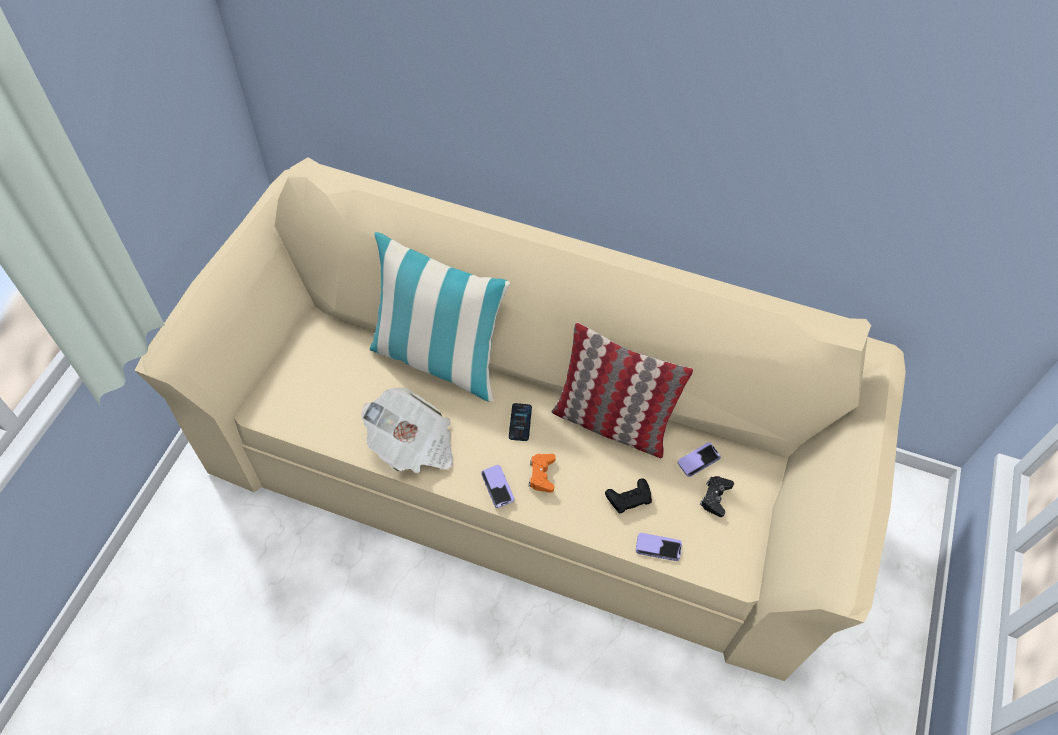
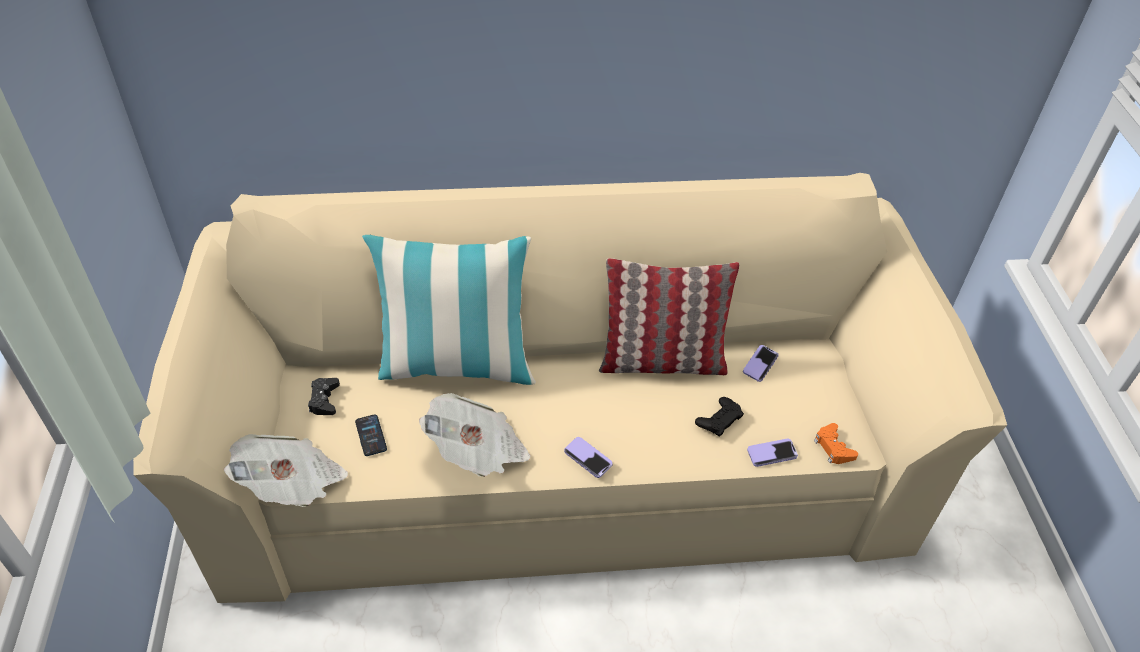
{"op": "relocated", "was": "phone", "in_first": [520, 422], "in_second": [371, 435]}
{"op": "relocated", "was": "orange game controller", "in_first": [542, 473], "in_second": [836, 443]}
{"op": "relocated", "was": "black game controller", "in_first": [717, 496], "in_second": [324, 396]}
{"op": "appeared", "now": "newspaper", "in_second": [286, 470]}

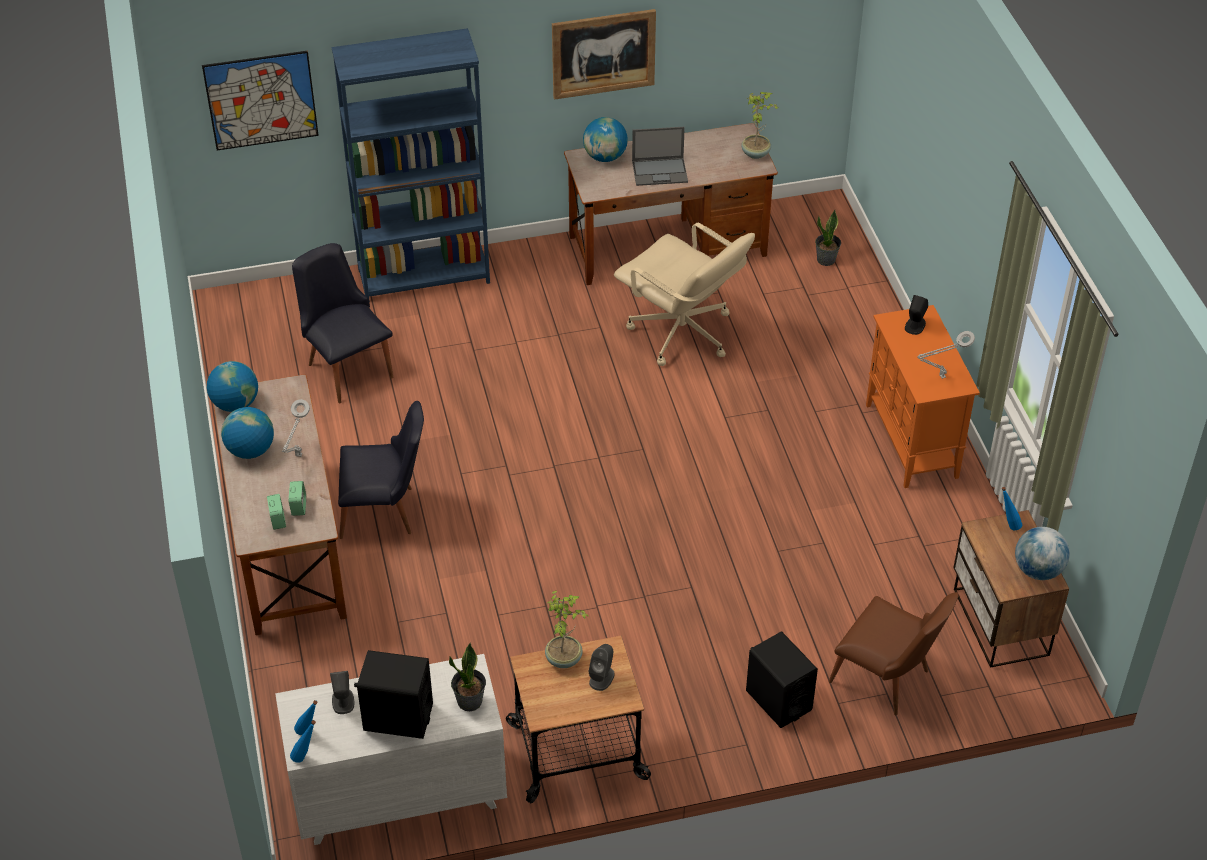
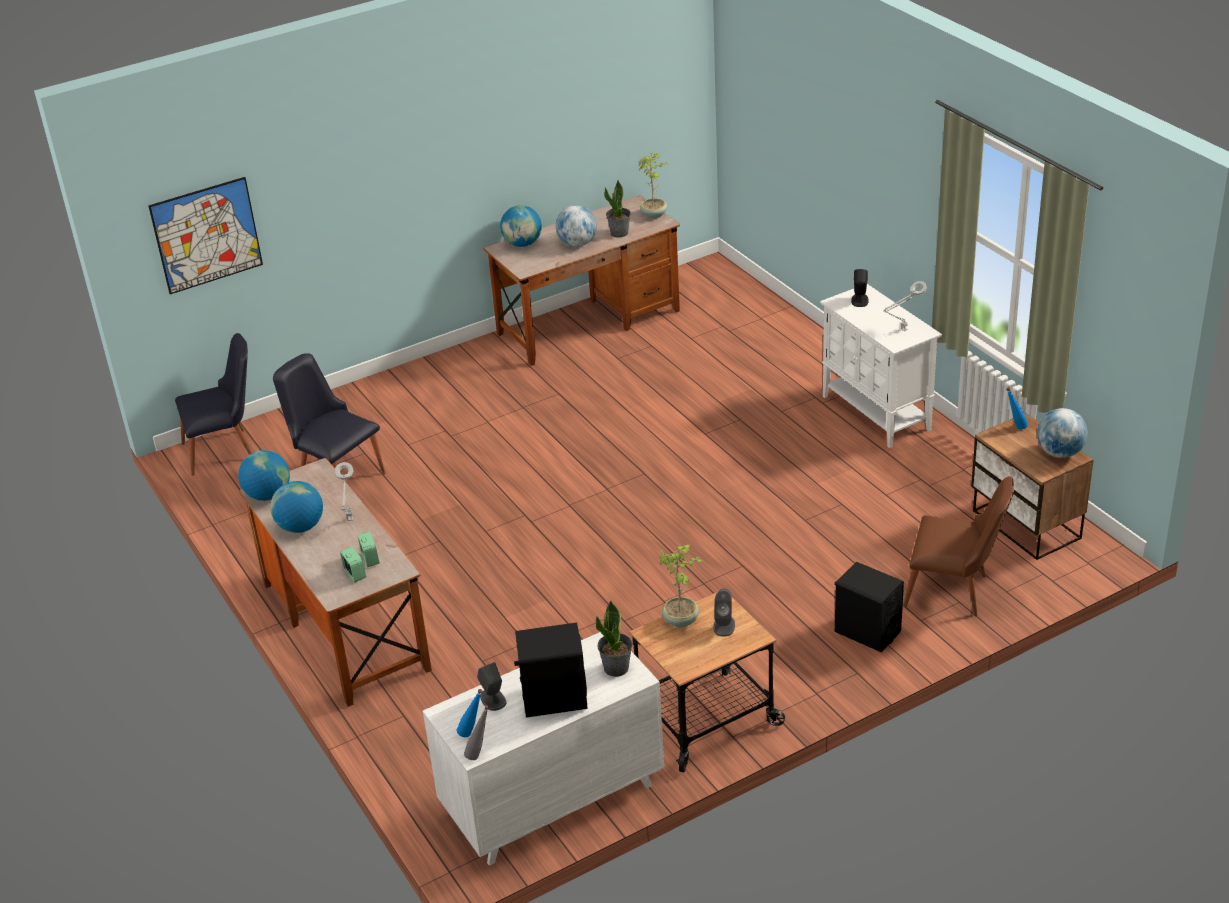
{"op": "missing", "was": "picture", "in_first": [604, 54]}
{"op": "missing", "was": "blue bookcase", "in_first": [411, 165]}
{"op": "exchanged", "was": "laptop", "now": "globe", "in_first": [660, 156], "in_second": [576, 226]}
{"op": "relocated", "was": "potted plant", "in_first": [828, 238], "in_second": [618, 208]}
{"op": "missing", "was": "beige office chair", "in_first": [684, 294]}
{"op": "colour", "was": "orange cabinet", "now": "white cabinet", "in_first": [923, 396], "in_second": [881, 366]}
{"op": "relocated", "was": "black chair", "in_first": [381, 470], "in_second": [213, 404]}
{"op": "colour", "was": "blue bottle", "now": "grey bottle", "in_first": [303, 741], "in_second": [476, 732]}

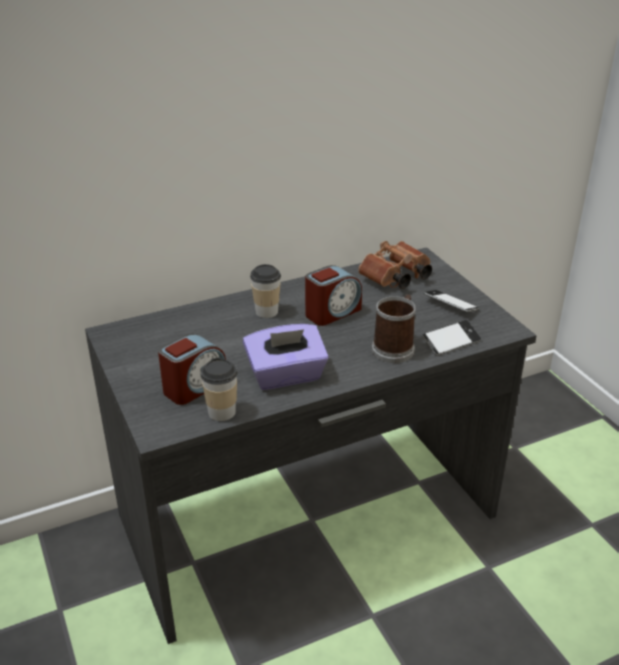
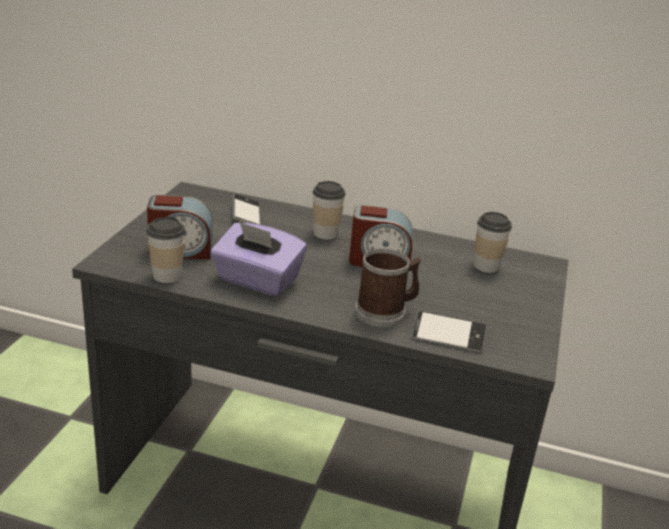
{"op": "exchanged", "was": "brown binoculars", "now": "cup", "in_first": [395, 265], "in_second": [493, 242]}
{"op": "relocated", "was": "phone", "in_first": [451, 301], "in_second": [247, 209]}

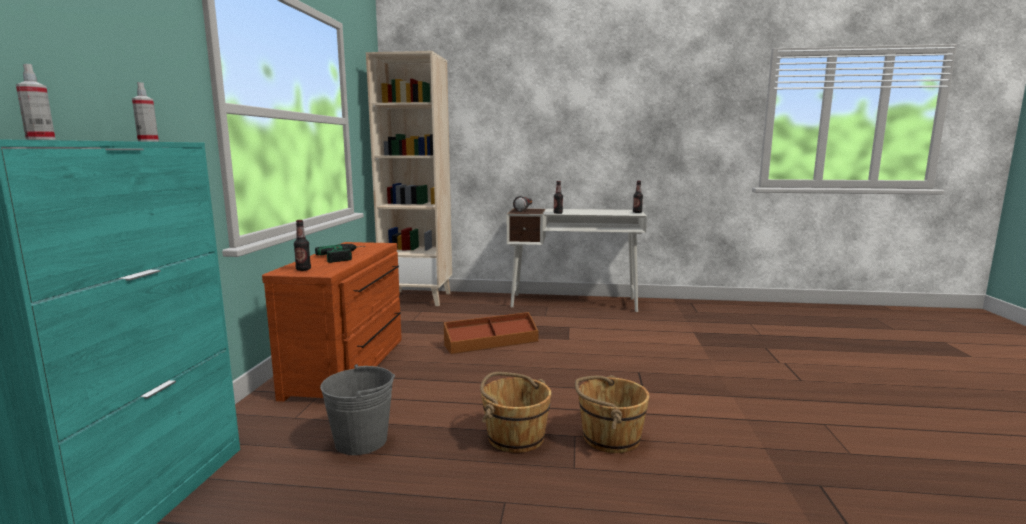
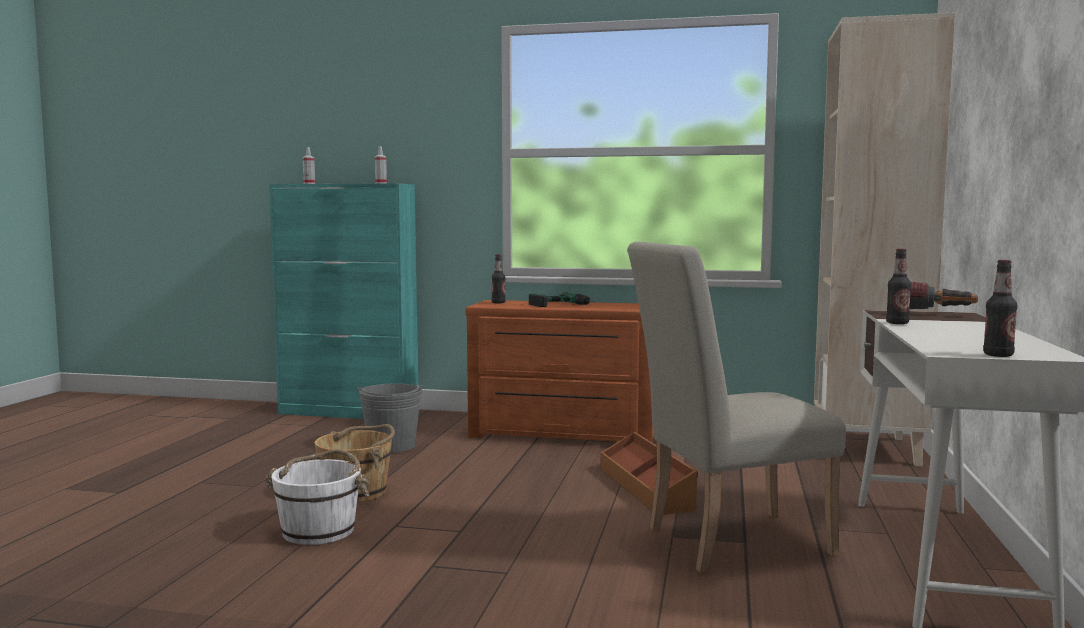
{"op": "colour", "was": "brown bucket", "now": "white bucket", "in_first": [612, 414], "in_second": [317, 497]}
{"op": "appeared", "now": "beige chair", "in_second": [736, 407]}

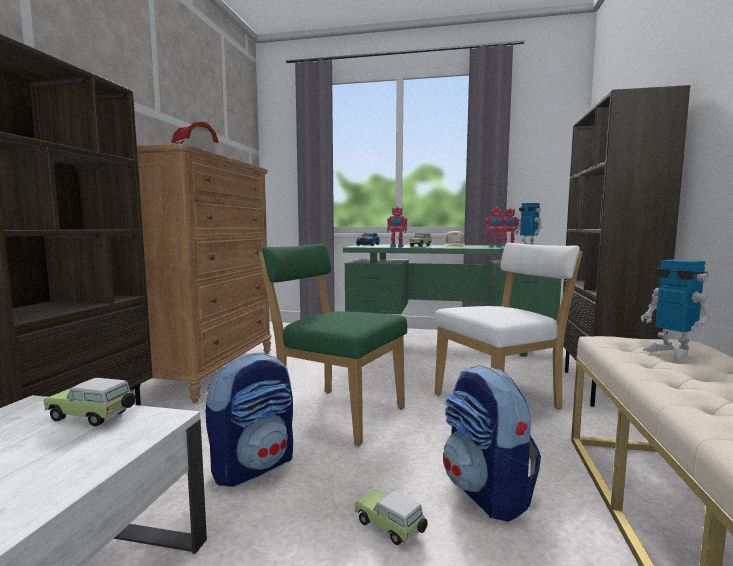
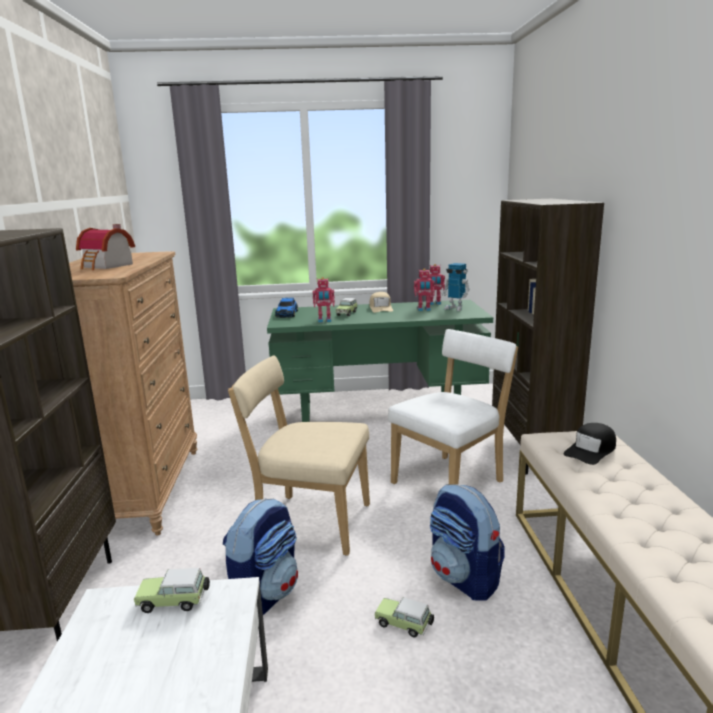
{"op": "colour", "was": "green chair", "now": "beige chair", "in_first": [333, 345], "in_second": [299, 455]}
{"op": "exchanged", "was": "toy robot", "now": "black cap", "in_first": [676, 309], "in_second": [589, 444]}

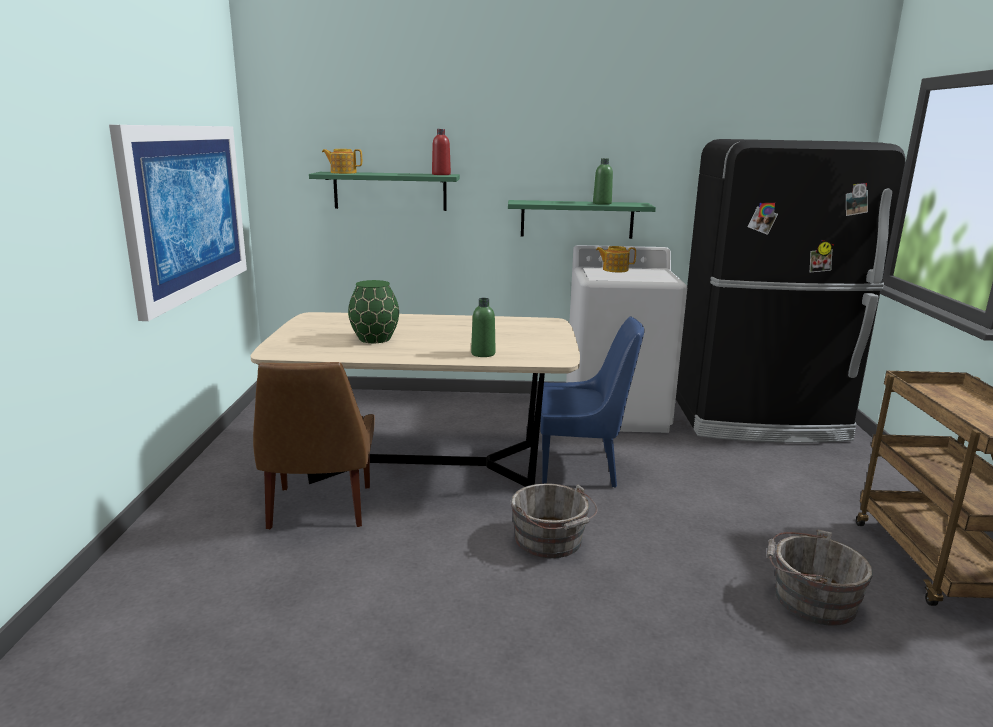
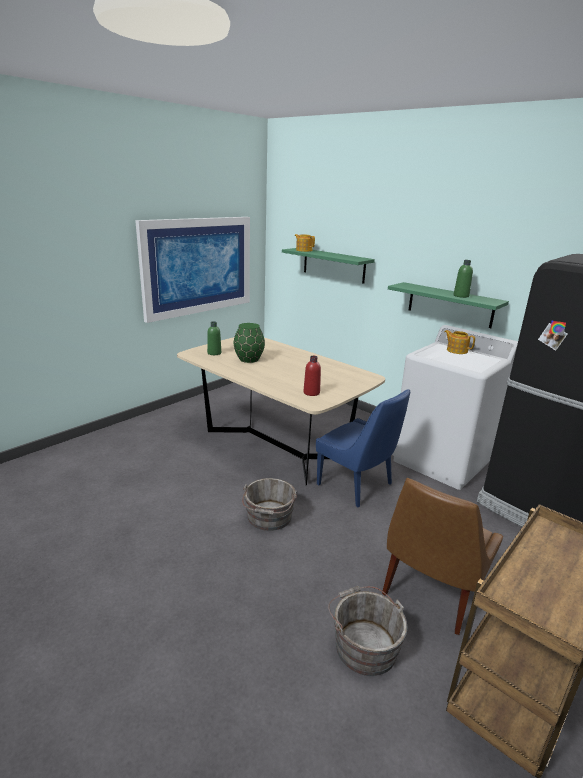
{"op": "relocated", "was": "red bottle", "in_first": [441, 152], "in_second": [312, 376]}
{"op": "relocated", "was": "green bottle", "in_first": [483, 327], "in_second": [214, 338]}
{"op": "relocated", "was": "brown chair", "in_first": [314, 445], "in_second": [442, 556]}

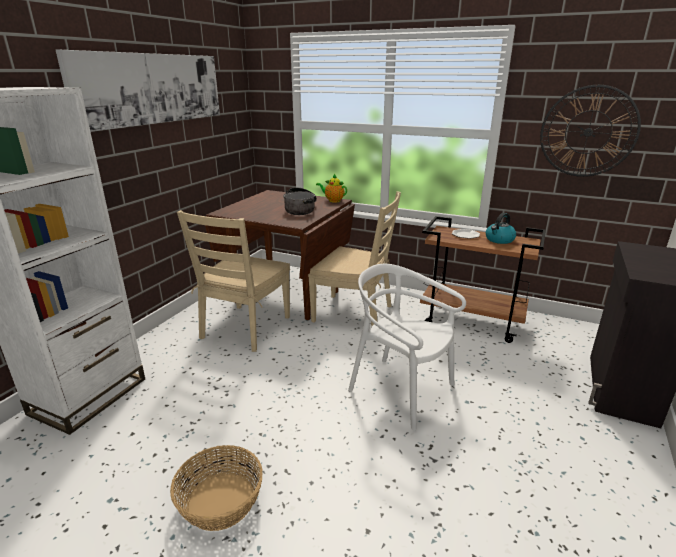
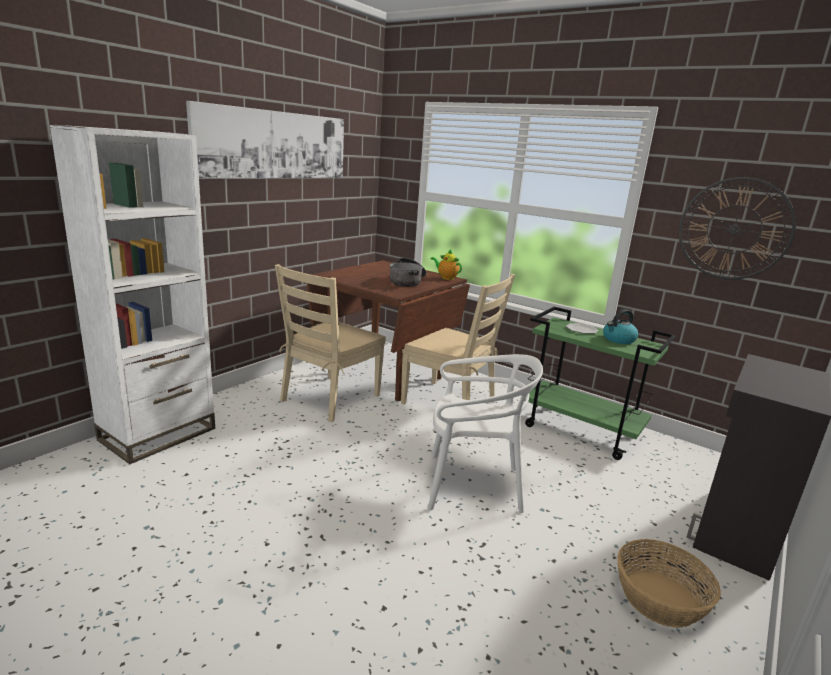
{"op": "colour", "was": "brown cart", "now": "green cart", "in_first": [483, 279], "in_second": [600, 383]}
{"op": "spun", "was": "white chair", "in_first": [407, 347], "in_second": [485, 433], "clockwise": 135}
{"op": "relocated", "was": "basket", "in_first": [216, 488], "in_second": [669, 583]}

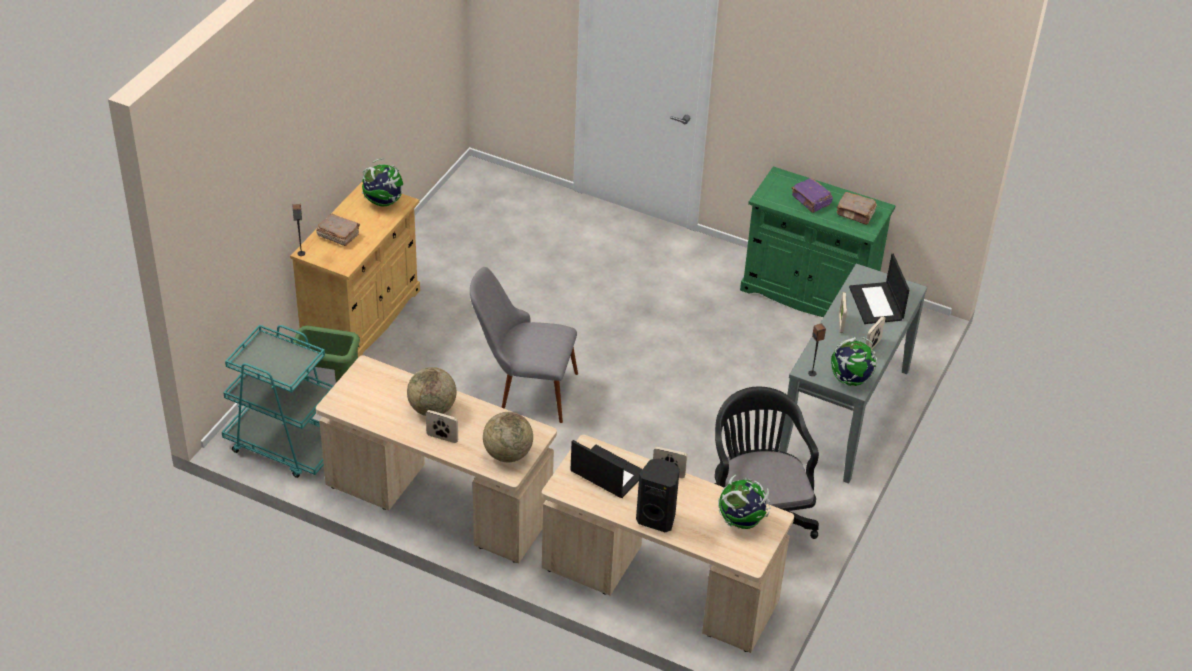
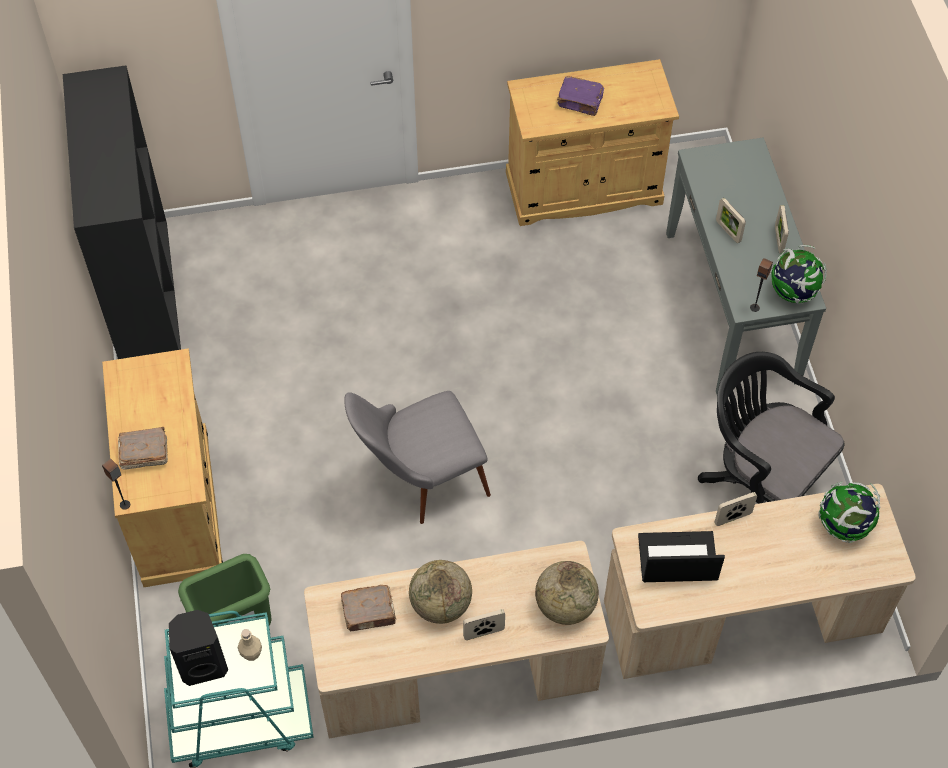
{"op": "missing", "was": "globe", "in_first": [382, 182]}
{"op": "colour", "was": "green cabinet", "now": "beige cabinet", "in_first": [818, 242], "in_second": [592, 142]}
{"op": "relocated", "was": "brown book", "in_first": [857, 208], "in_second": [368, 608]}
{"op": "missing", "was": "laptop", "in_first": [879, 289]}
{"op": "relocated", "was": "black speaker", "in_first": [658, 495], "in_second": [198, 648]}
{"op": "appeared", "now": "black bookcase", "in_second": [122, 212]}
{"op": "appeared", "now": "beige bottle", "in_second": [250, 645]}

